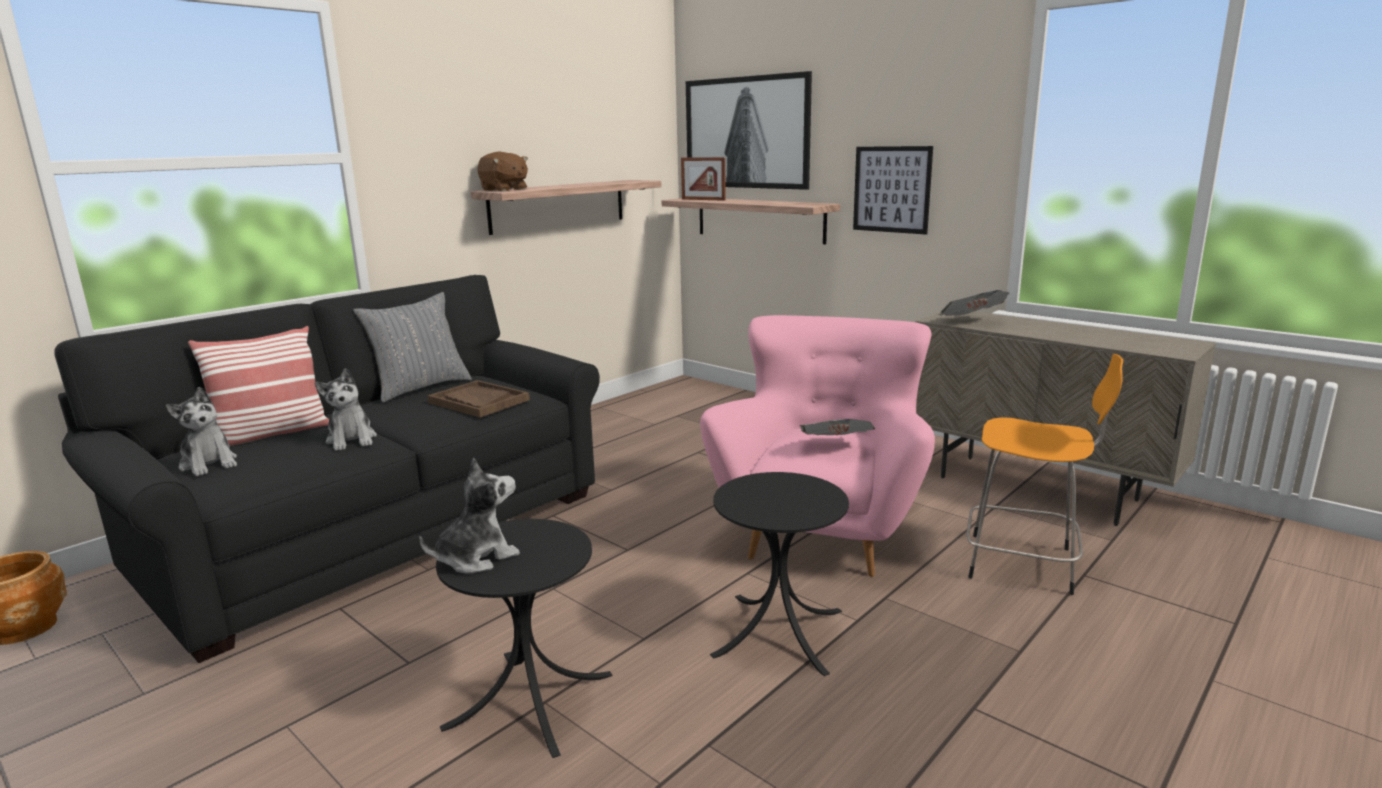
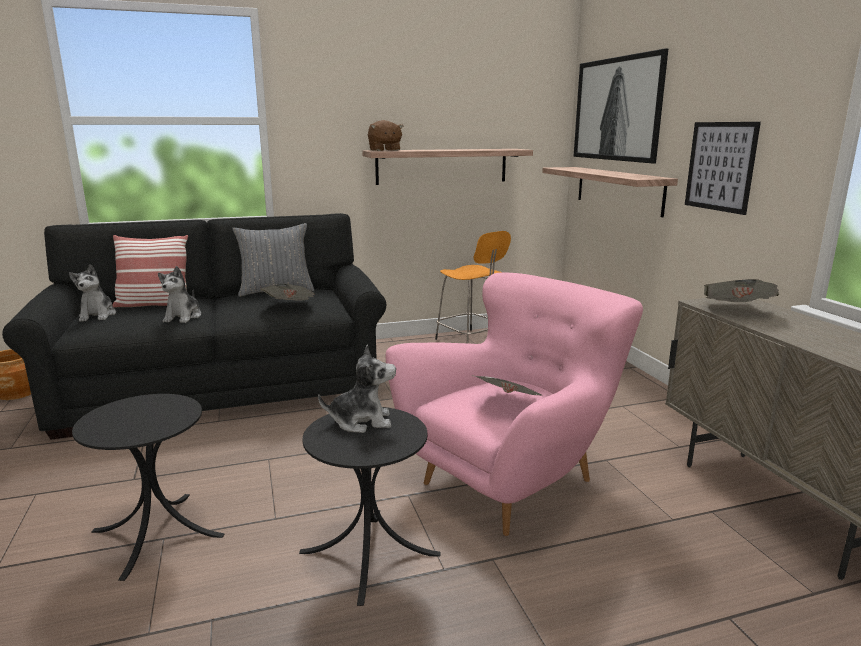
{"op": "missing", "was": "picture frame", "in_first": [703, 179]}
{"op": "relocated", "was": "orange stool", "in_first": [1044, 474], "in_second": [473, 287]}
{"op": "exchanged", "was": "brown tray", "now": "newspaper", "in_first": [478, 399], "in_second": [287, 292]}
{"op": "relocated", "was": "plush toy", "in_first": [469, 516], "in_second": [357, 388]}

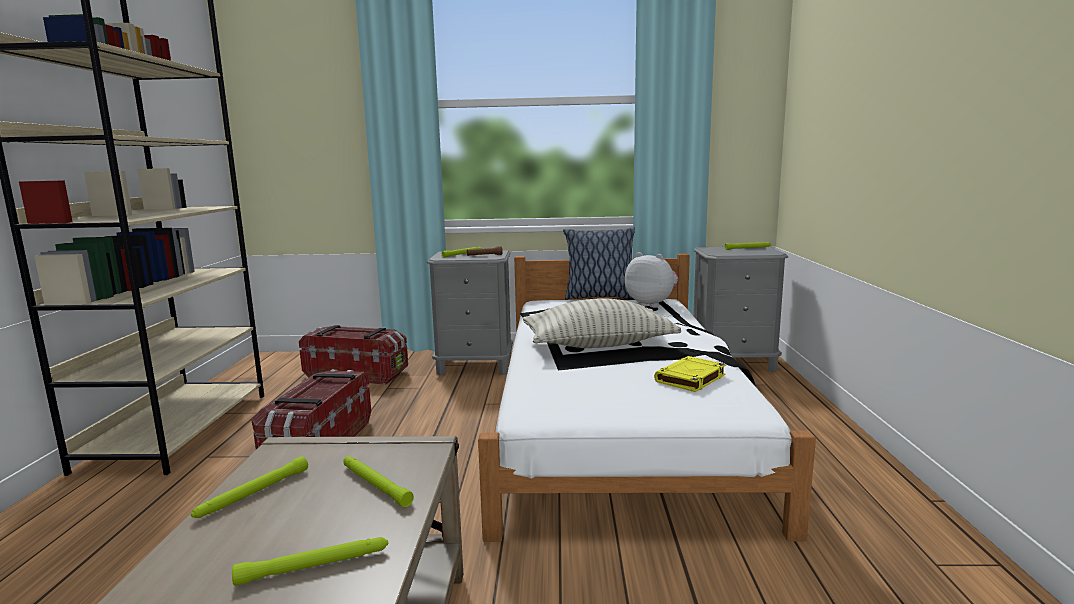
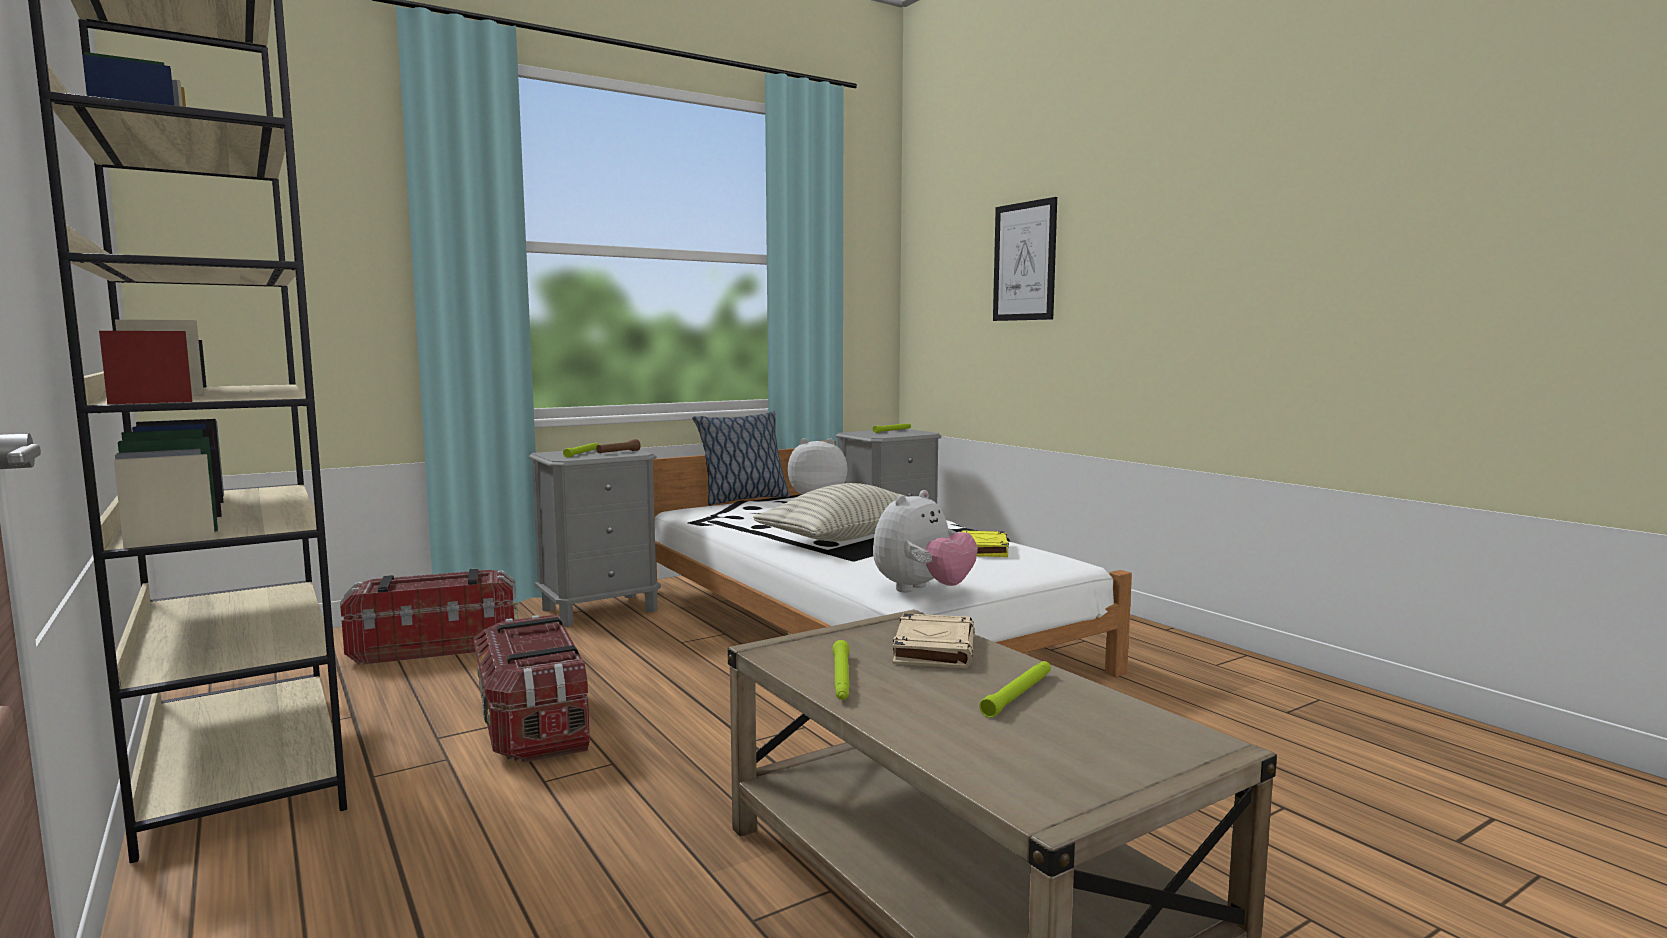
{"op": "exchanged", "was": "green flashlight", "now": "beige book", "in_first": [378, 481], "in_second": [934, 640]}
{"op": "appeared", "now": "picture", "in_second": [1025, 259]}
{"op": "appeared", "now": "plush toy", "in_second": [925, 541]}

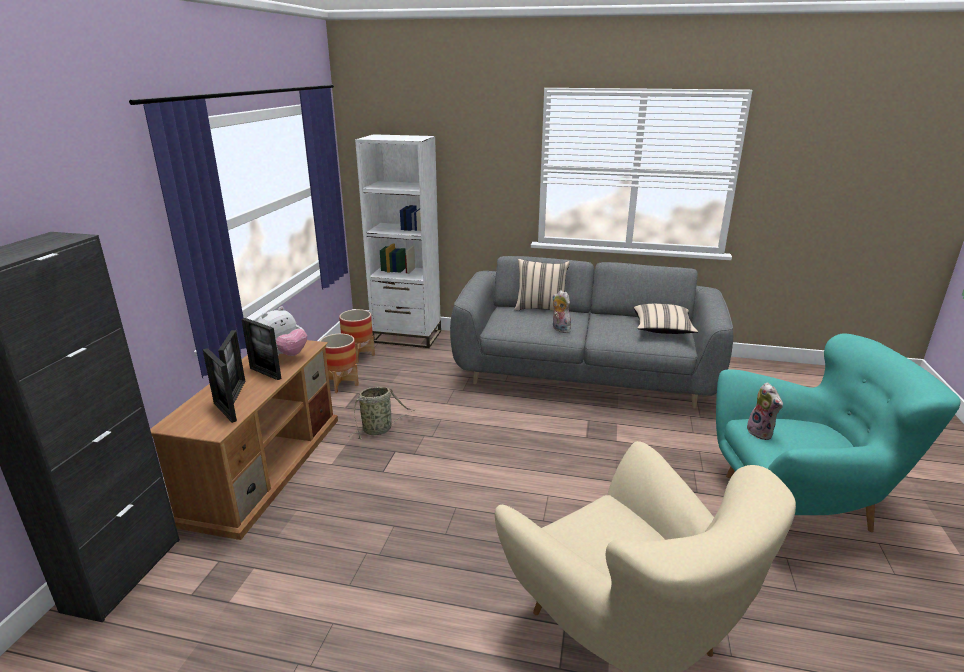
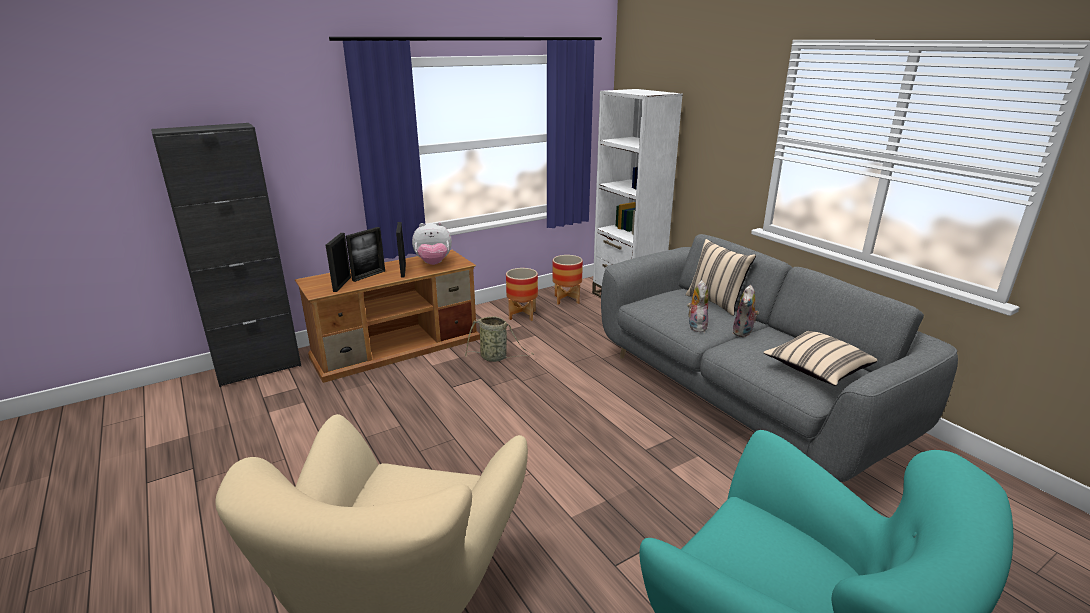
{"op": "relocated", "was": "plush toy", "in_first": [764, 411], "in_second": [745, 311]}

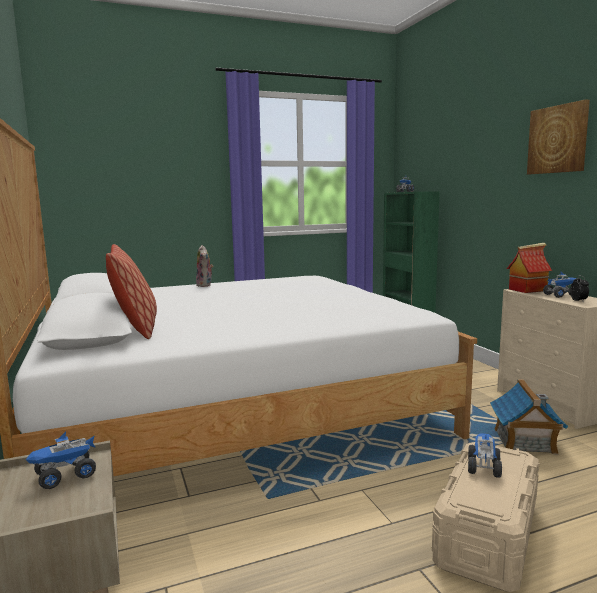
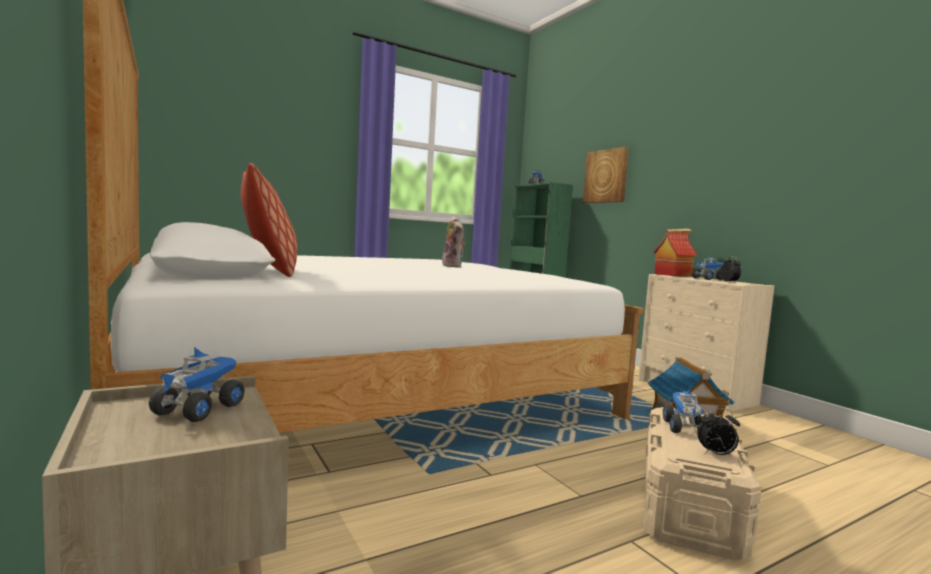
{"op": "relocated", "was": "picture", "in_first": [558, 136], "in_second": [606, 175]}
{"op": "relocated", "was": "plush toy", "in_first": [205, 266], "in_second": [453, 241]}
{"op": "spun", "was": "toy truck", "in_first": [61, 460], "in_second": [197, 384], "clockwise": 150}
{"op": "appeared", "now": "alarm clock", "in_second": [718, 432]}

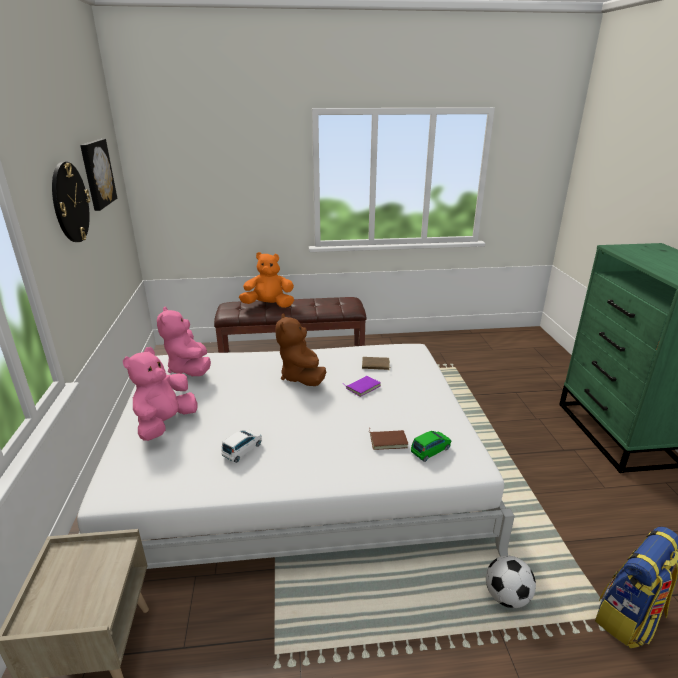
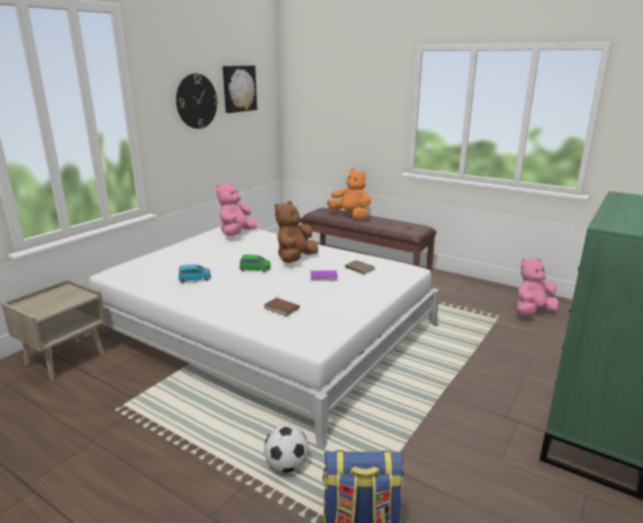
{"op": "relocated", "was": "pink plush toy", "in_first": [160, 394], "in_second": [537, 286]}
{"op": "colour", "was": "white toy car", "now": "blue toy car", "in_first": [241, 446], "in_second": [194, 273]}
{"op": "relocated", "was": "green toy car", "in_first": [431, 446], "in_second": [255, 263]}

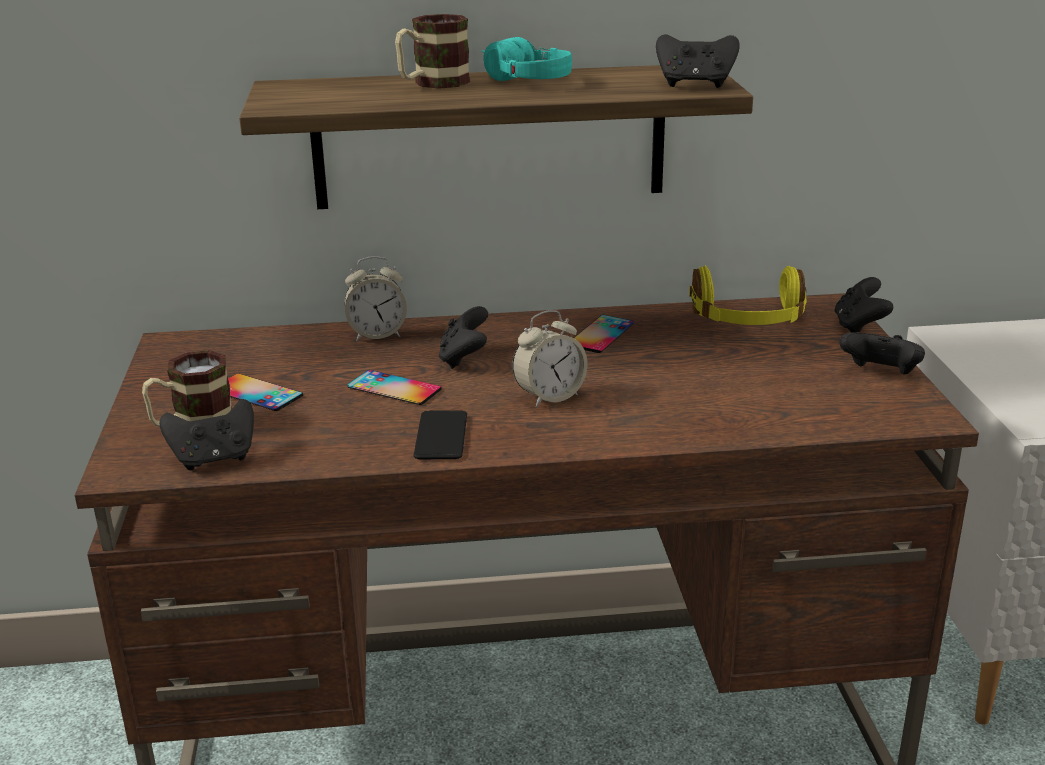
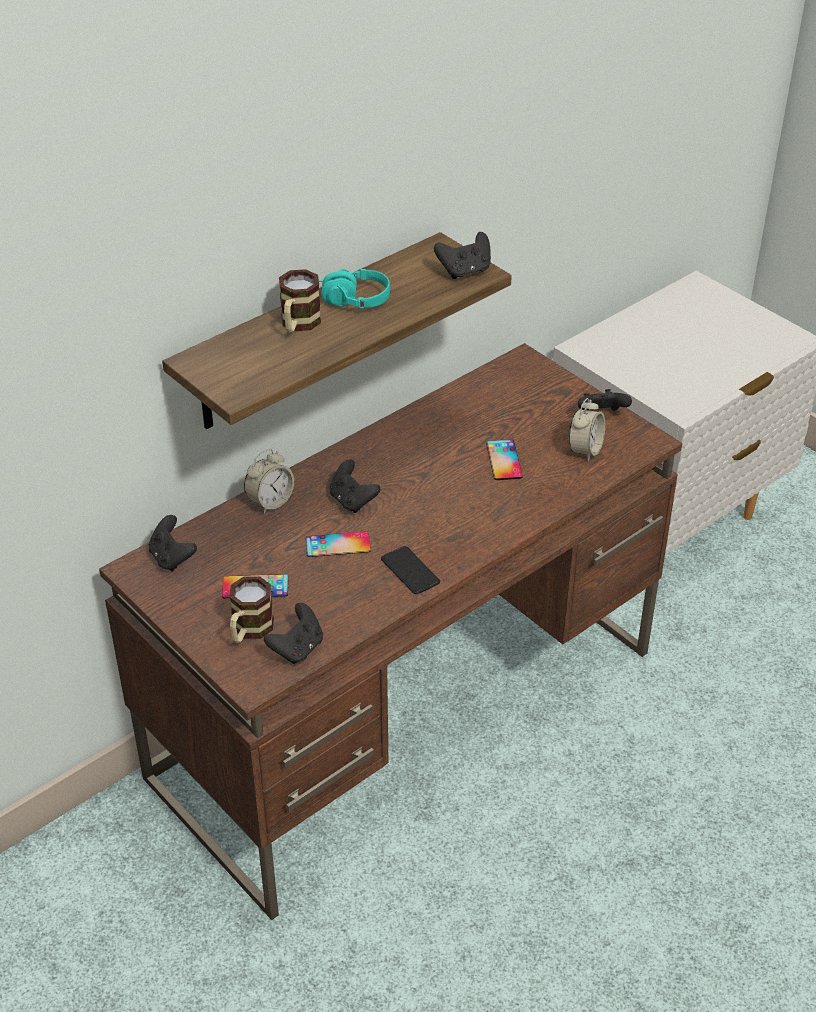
{"op": "missing", "was": "yellow headphones", "in_first": [748, 295]}
{"op": "relocated", "was": "black game controller", "in_first": [863, 305], "in_second": [173, 543]}
{"op": "relocated", "was": "alarm clock", "in_first": [549, 358], "in_second": [587, 429]}
{"op": "relocated", "was": "phone", "in_first": [604, 334], "in_second": [504, 459]}

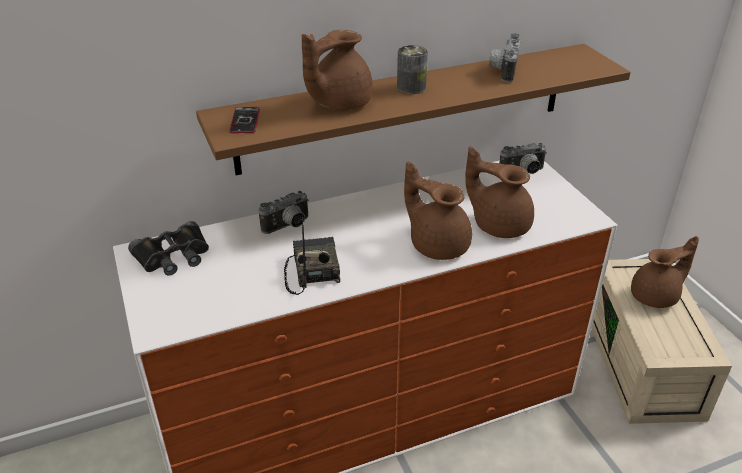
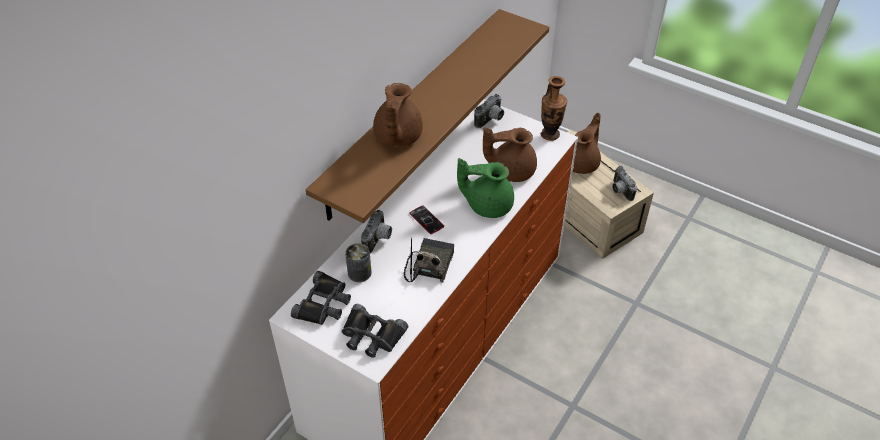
{"op": "relocated", "was": "photo camera", "in_first": [505, 57], "in_second": [624, 183]}
{"op": "relocated", "was": "can", "in_first": [412, 69], "in_second": [358, 262]}
{"op": "relocated", "was": "phone", "in_first": [244, 120], "in_second": [426, 219]}
{"op": "colour", "was": "brown teapot", "now": "green teapot", "in_first": [438, 210], "in_second": [485, 188]}
{"op": "spun", "was": "radio", "in_first": [312, 254], "in_second": [428, 260], "clockwise": 60}
{"op": "appeared", "now": "vase", "in_second": [554, 108]}
{"op": "appeared", "now": "black binoculars", "in_second": [375, 331]}

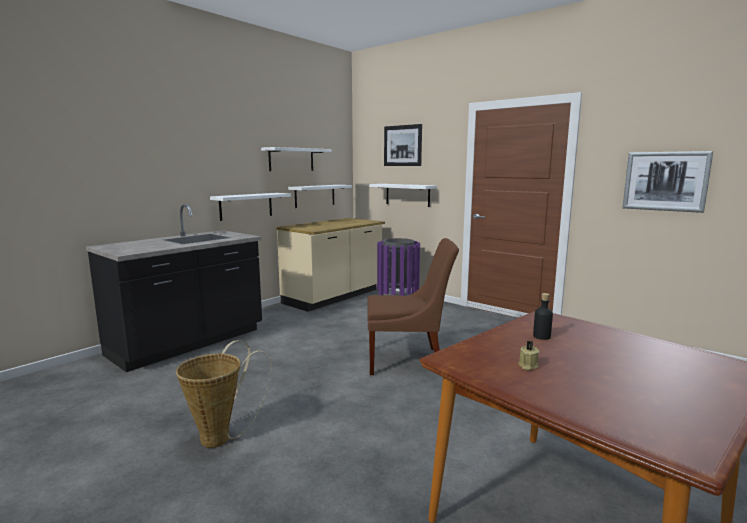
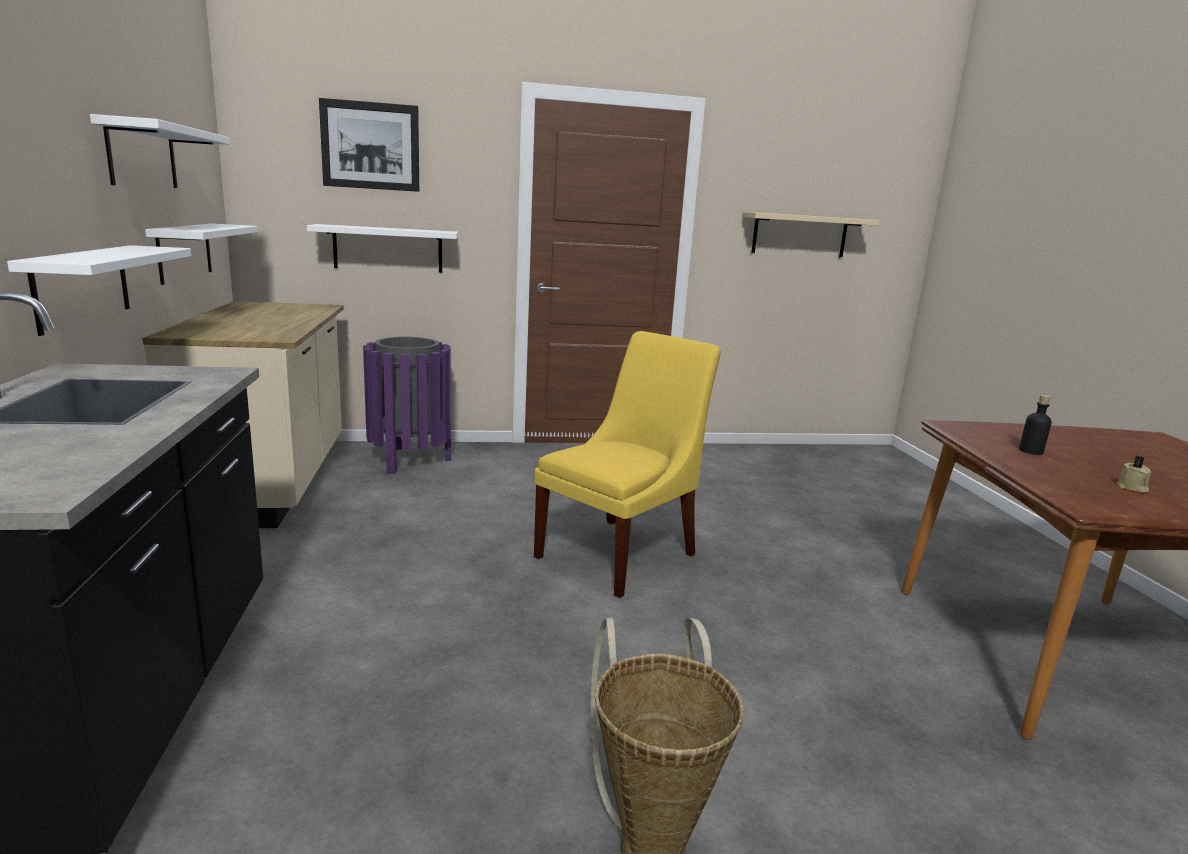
{"op": "exchanged", "was": "picture", "now": "beige shelf", "in_first": [667, 182], "in_second": [811, 234]}
{"op": "colour", "was": "brown chair", "now": "yellow chair", "in_first": [413, 306], "in_second": [627, 464]}

